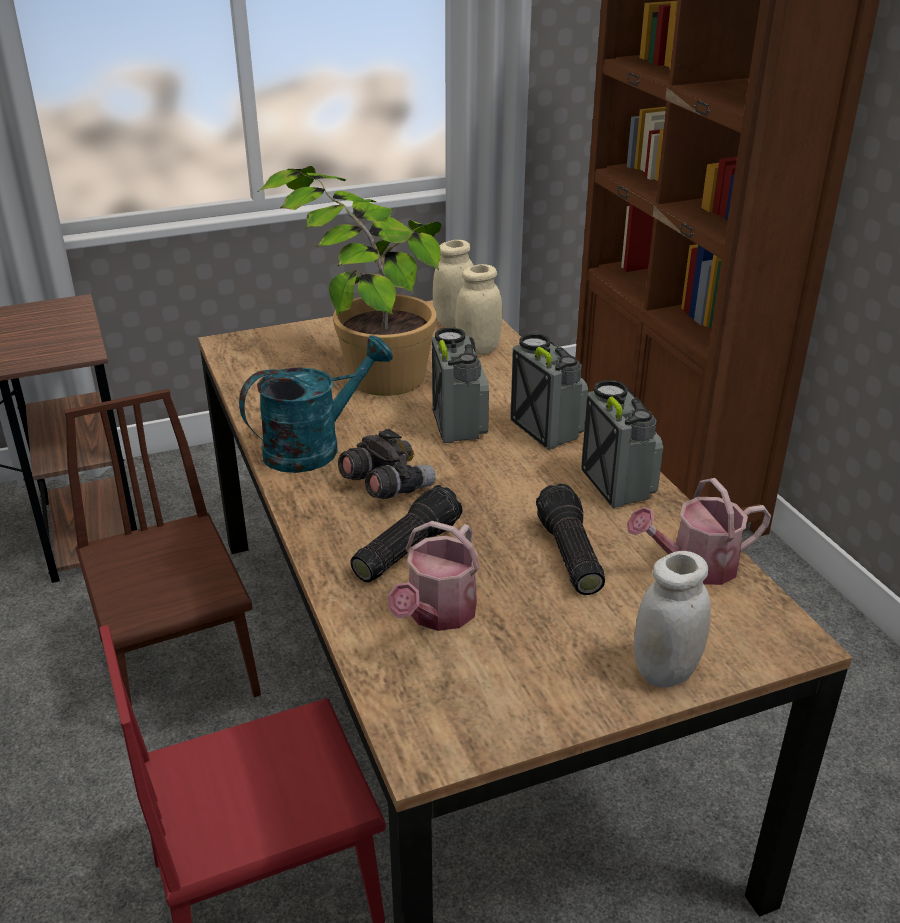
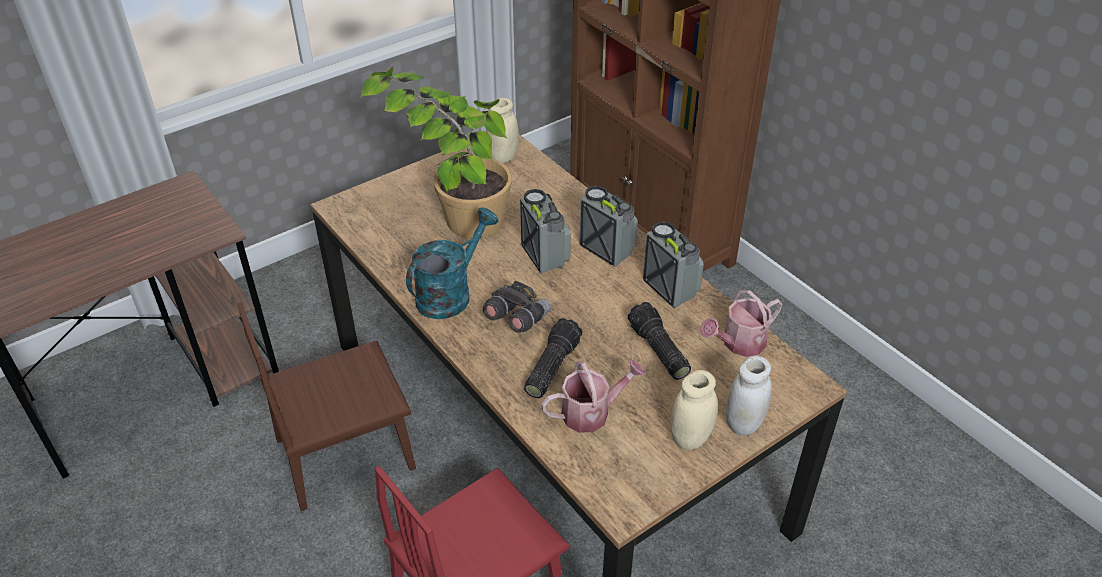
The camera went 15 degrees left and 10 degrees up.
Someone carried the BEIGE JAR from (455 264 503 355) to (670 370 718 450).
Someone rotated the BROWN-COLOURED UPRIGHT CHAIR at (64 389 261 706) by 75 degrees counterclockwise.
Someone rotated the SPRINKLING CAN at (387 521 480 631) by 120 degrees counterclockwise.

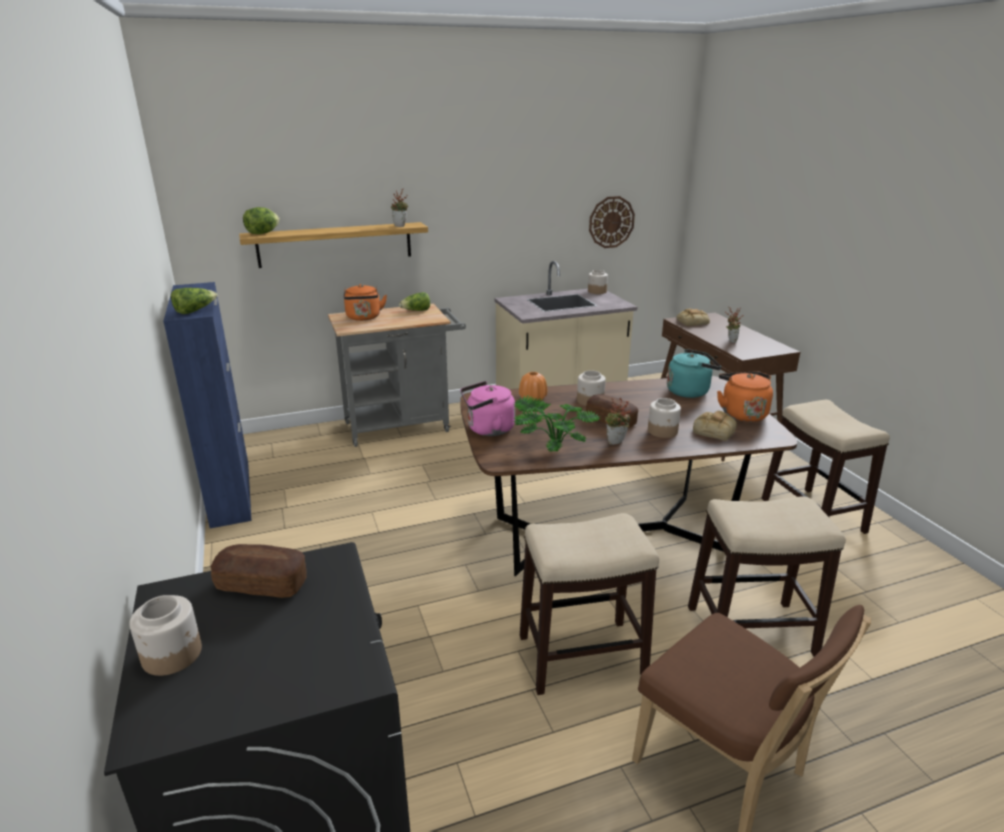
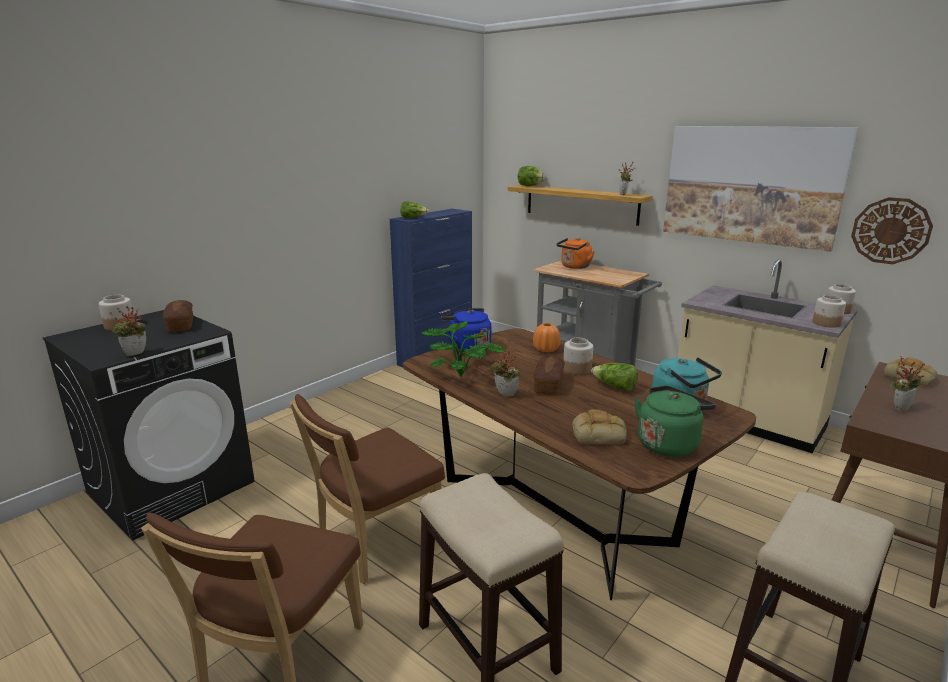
The camera went 60 degrees right and 5 degrees down.
Someone carried the LETTUCE HEAD from (399 292 430 311) to (591 363 638 391).
Someone repainted the ORANGEY TEA KETTLE at (717 372 773 422), which became the GREENISH TEA KETTLE at (634 386 716 457).
Someone repainted the PINK-COLOURED TEA KETTLE at (461 381 515 436), which became the BLUE-COLOURED TEA KETTLE at (441 308 491 354).
Someone carried the JAR from (648 398 681 438) to (812 295 846 328).
Someone swapped the STOOL SEAT at (520 513 659 695) for the BROWN-COLOURED UPRIGHT CHAIR at (290 394 445 584).
Someone put up the PICTURE at (663 126 859 252).
Someone put down the POTTED PLANT at (112 306 146 356).

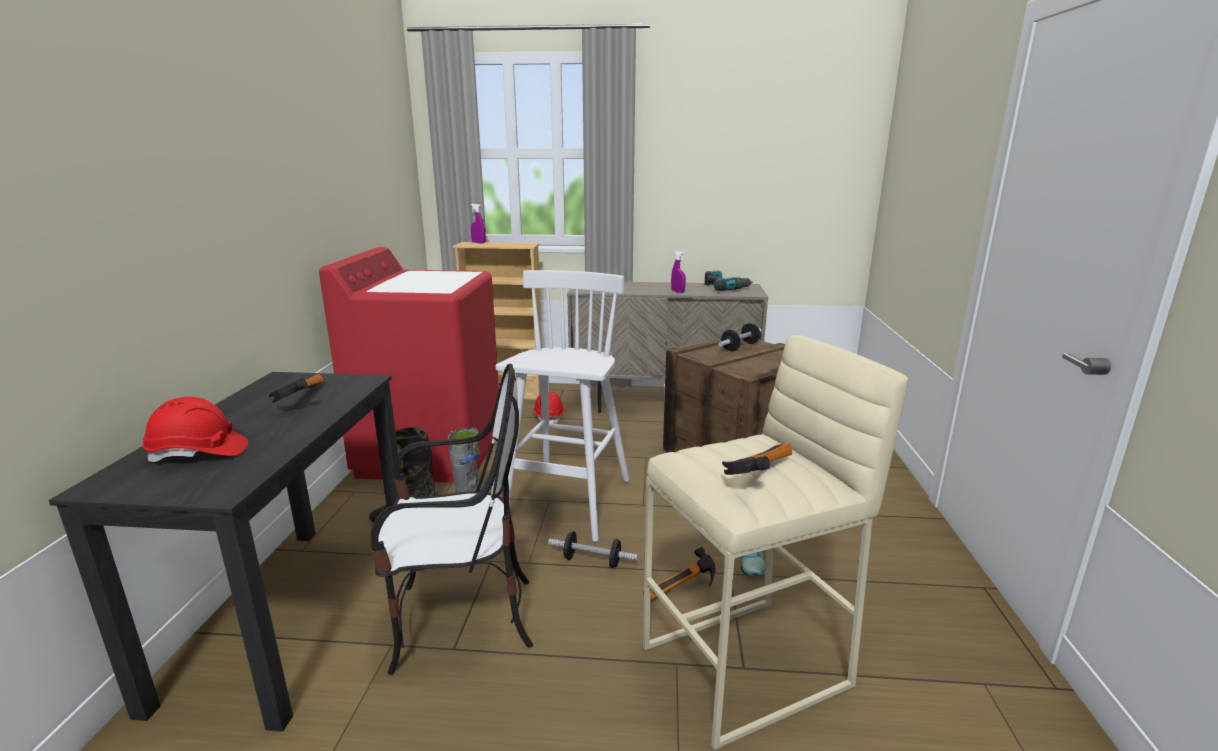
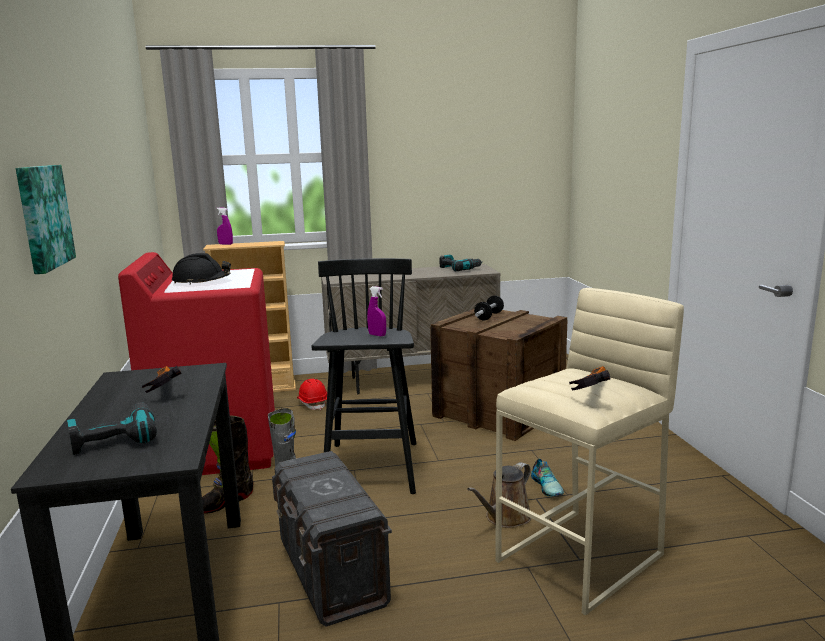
The camera went 15 degrees left and 5 degrees down.
Someone carried the PURPLISH HAND SPRAYER from (671 251 686 293) to (367 286 386 336).
Someone repainted the WHITE-COLOURED STOOL SEAT at (495 270 629 542), which became the BLACKISH STOOL SEAT at (312 258 416 494).
Someone swapped the UPRIGHT CHAIR at (371 364 533 675) for the GRAY STORAGE BOX at (272 451 392 627).
Someone swapped the RED-COLOURED HARD HAT at (142 397 248 462) for the ELECTRIC DRILL at (67 402 157 455).
Someone took away the FREE WEIGHT at (548 531 638 568).
Someone swapped the TOOL HAMMER at (643 547 716 602) for the BROWN-COLOURED SPRINKLING CAN at (467 462 532 528).
Someone put up the PICTURE at (16 165 76 274).
Someone put down the BLACKISH HARD HAT at (172 253 231 285).

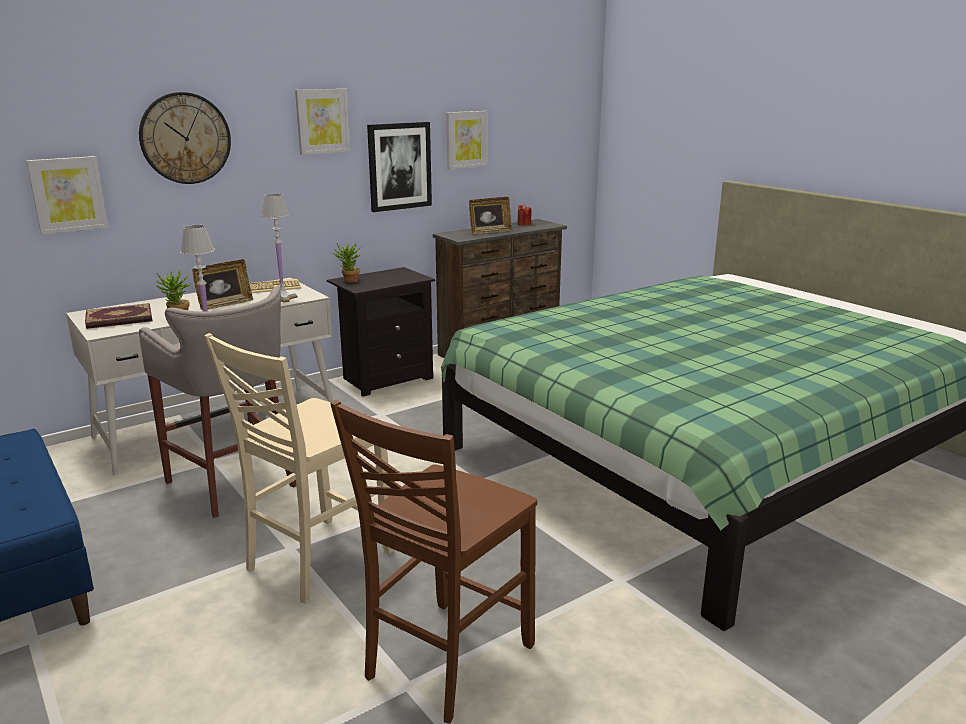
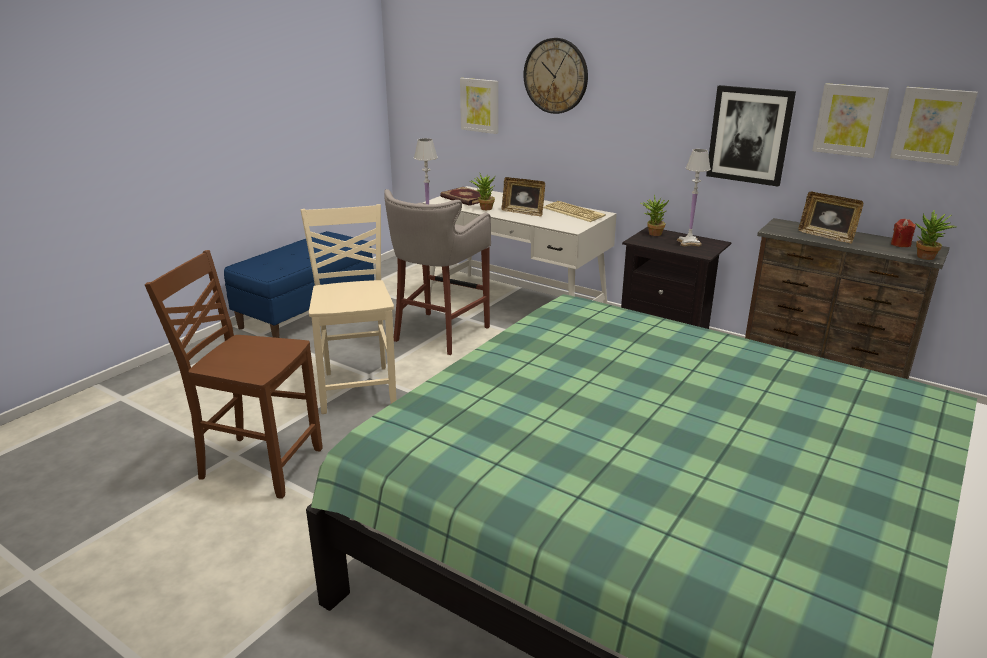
The camera went 70 degrees right and 5 degrees up.
Someone carried the PICTURE from (295 89 350 155) to (890 87 978 166).
Someone carried the WHITE-COLOURED TABLE LAMP from (261 194 298 303) to (677 149 711 246).
Someone rotated the BEIGE UPRIGHT CHAIR at (204 333 394 603) by 60 degrees clockwise.
Someone put down the POTTED PLANT at (916 210 956 260).

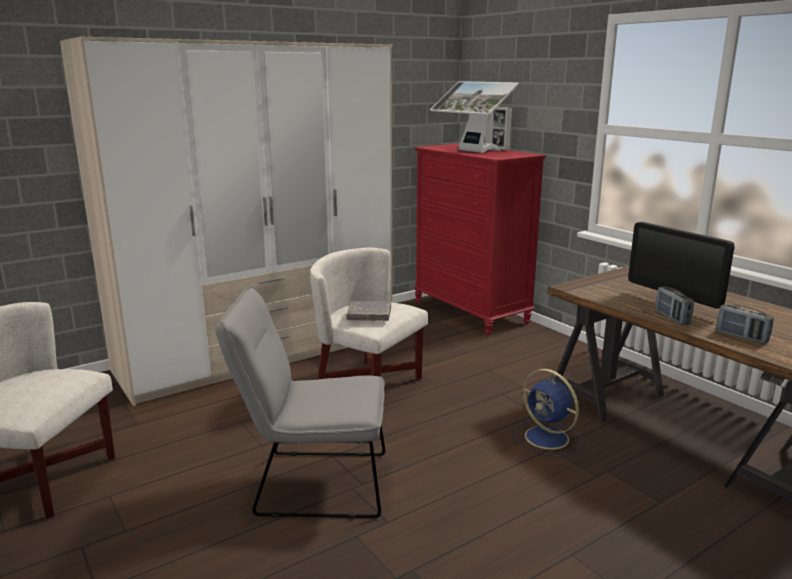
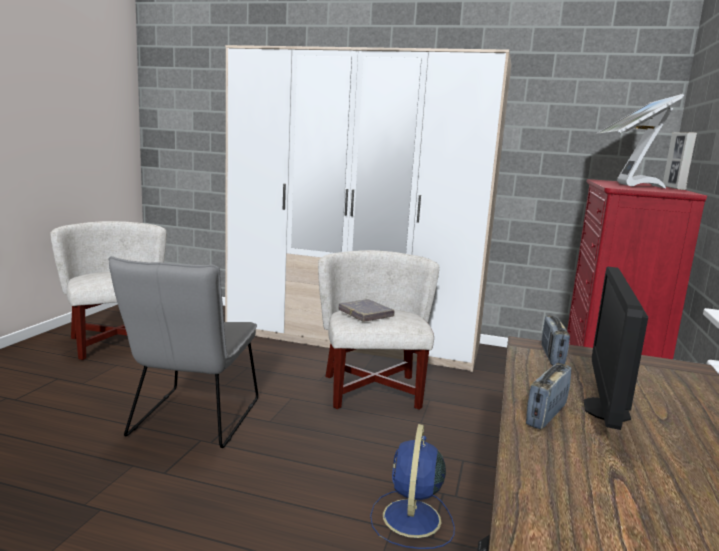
The camera went 50 degrees right and 5 degrees down.
Someone rotated the GRAY UPRIGHT CHAIR at (215 287 385 518) by 135 degrees counterclockwise.
Someone carried the RADIO SET from (716 304 774 344) to (541 316 570 365).

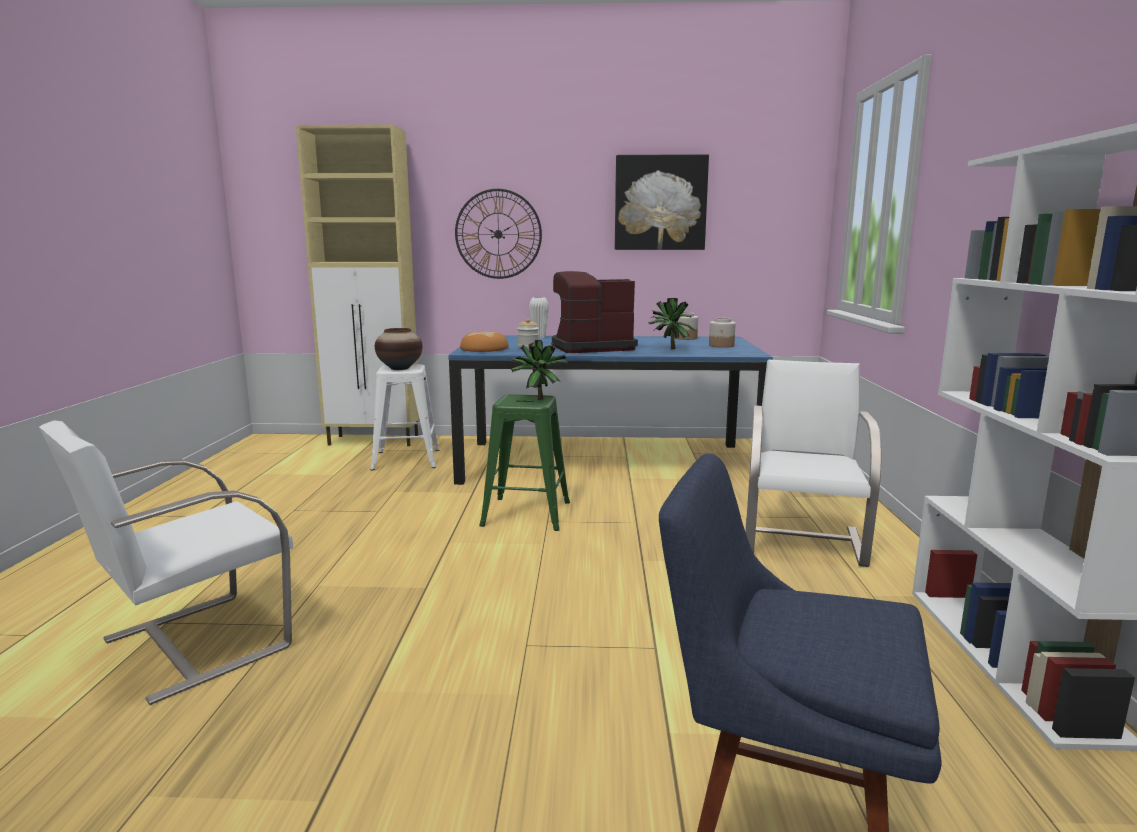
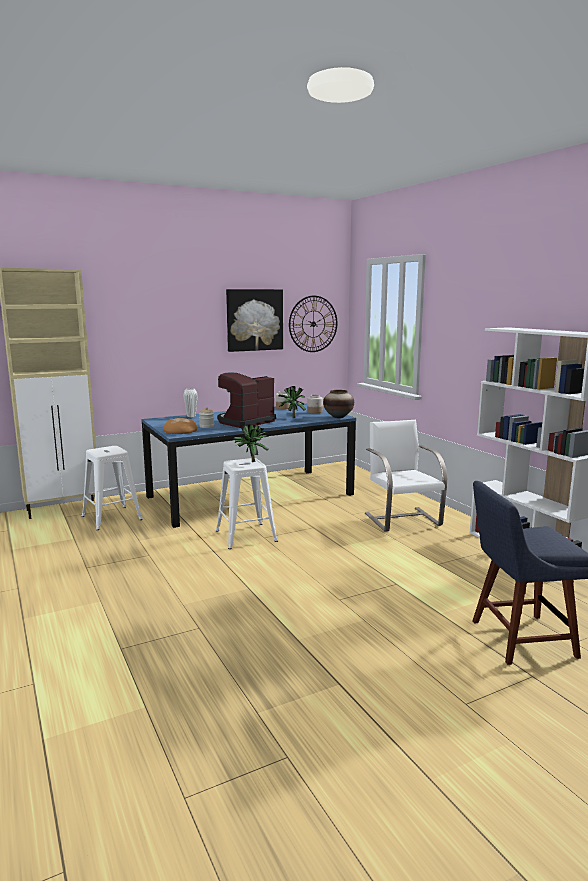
The camera went 30 degrees left and 0 degrees up.
Someone carried the HANGING CLOCK from (455 189 542 279) to (289 296 337 352).
Someone carried the VASE from (375 328 422 370) to (323 390 354 418).
Someone repainted the GREENISH STOOL SEAT at (479 394 570 531), which became the WHITE-COLOURED STOOL SEAT at (216 458 278 549).
Someone took away the WHITE-COLOURED UPRIGHT CHAIR at (39 420 293 705).

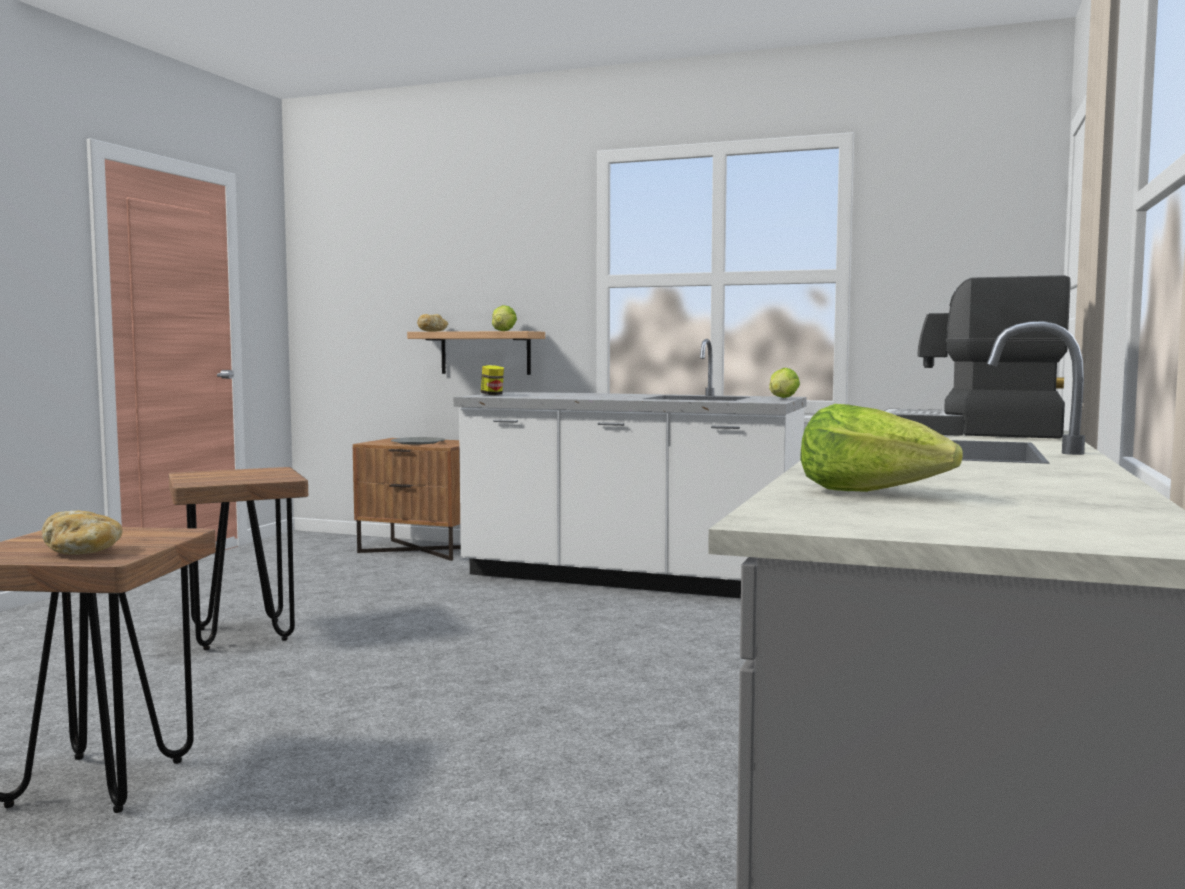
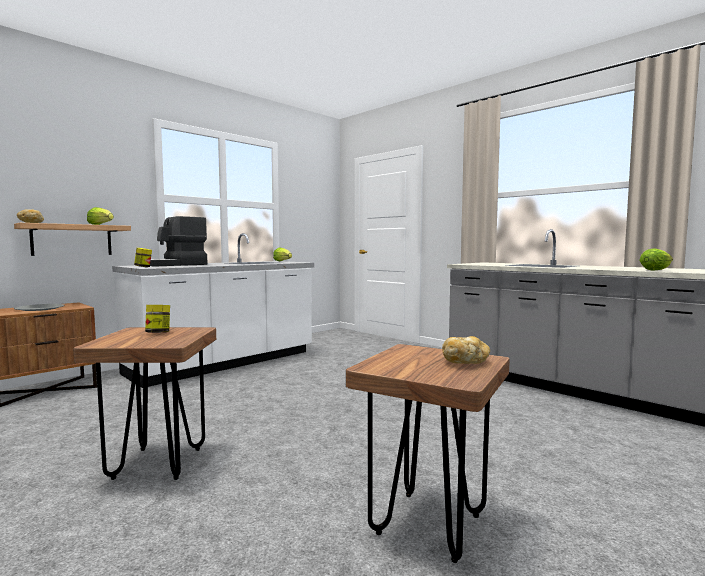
The camera went 65 degrees left and 0 degrees up.
Someone carried the COFFEE MAKER from (885 275 1071 439) to (150 216 207 267).
Someone put down the JAR at (145 305 170 333).

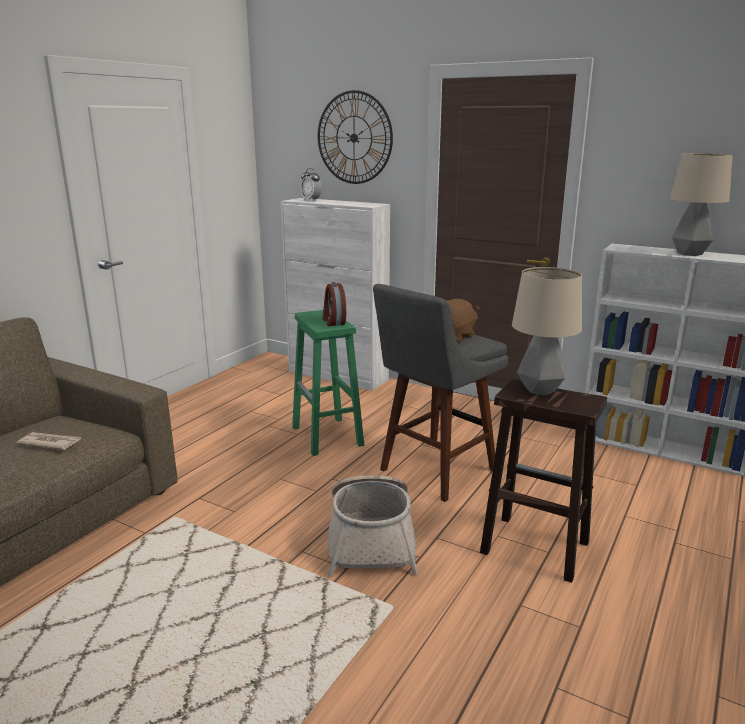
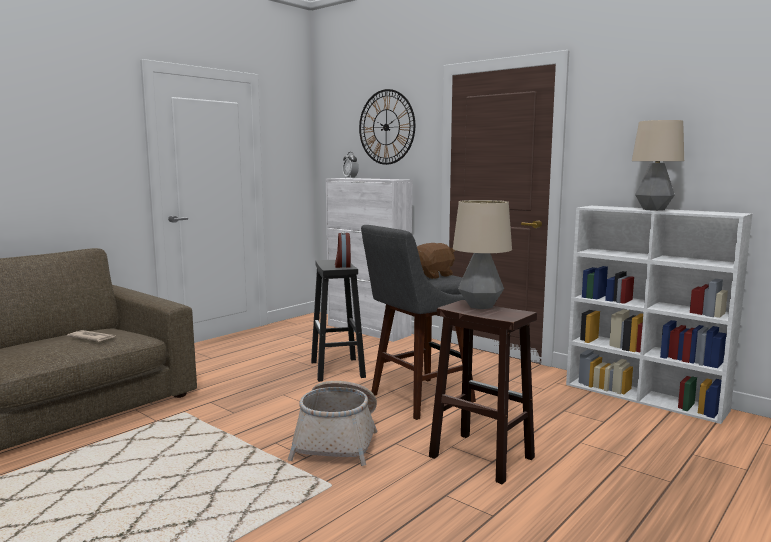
The camera went 10 degrees right and 10 degrees down.
Someone repainted the GREENISH STOOL SEAT at (292 310 364 456), which became the BLACKISH STOOL SEAT at (311 260 366 382).

